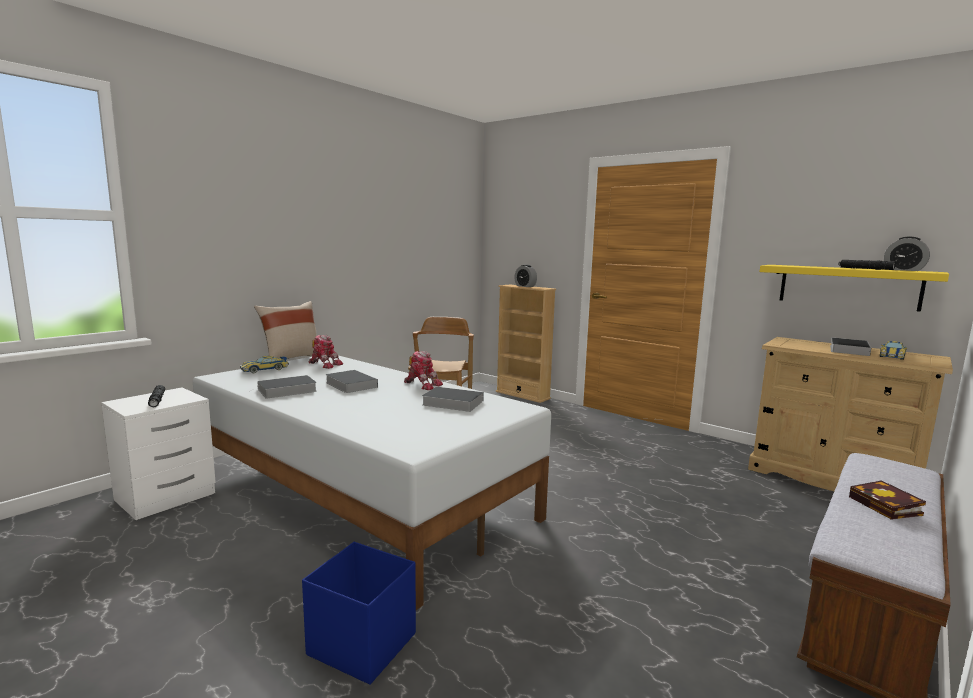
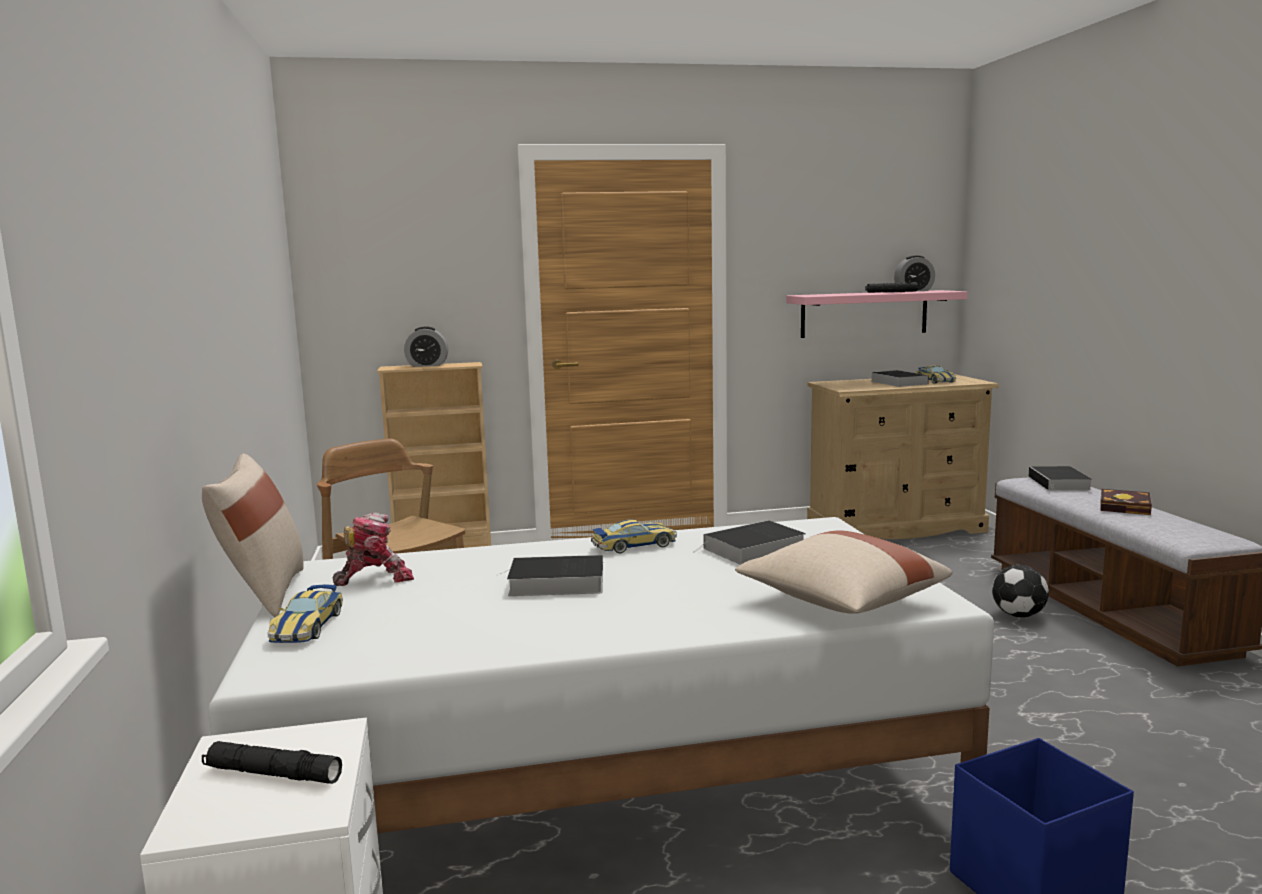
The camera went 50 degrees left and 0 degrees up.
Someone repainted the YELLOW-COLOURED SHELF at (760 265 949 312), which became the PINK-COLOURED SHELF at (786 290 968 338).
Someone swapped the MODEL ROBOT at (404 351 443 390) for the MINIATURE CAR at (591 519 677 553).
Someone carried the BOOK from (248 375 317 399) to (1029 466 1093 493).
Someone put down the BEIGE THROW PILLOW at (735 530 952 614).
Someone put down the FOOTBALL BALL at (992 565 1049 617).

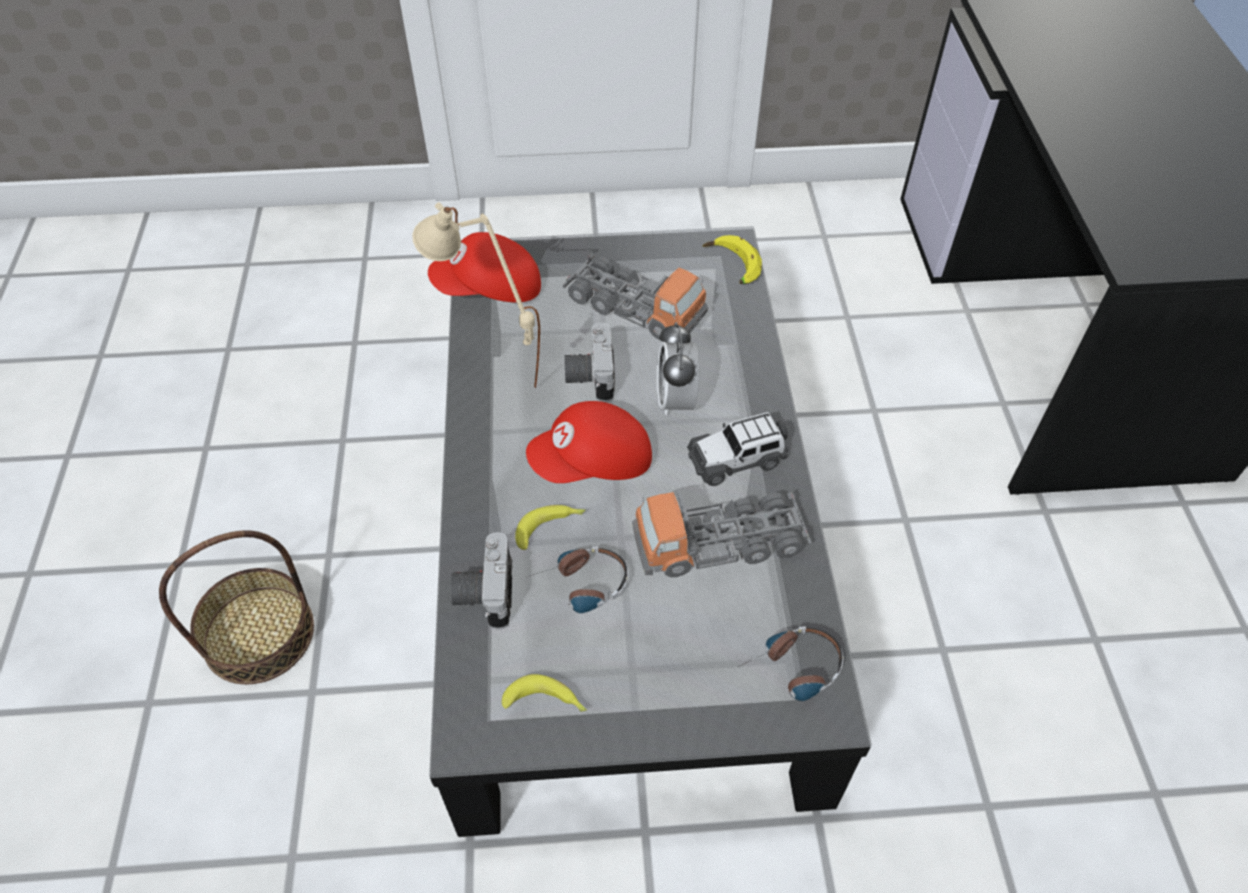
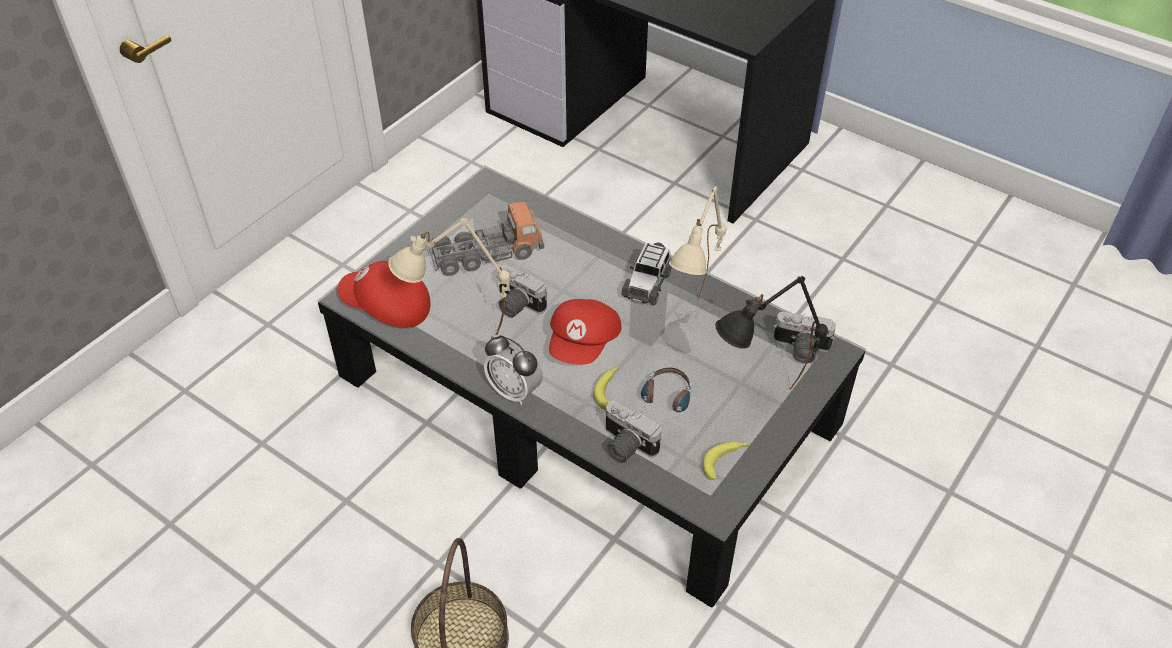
The camera went 50 degrees left and 5 degrees down.
Someone rotated the RED-COLOURED CAP at (428 232 541 302) by 75 degrees clockwise.
Someone took away the BANANA at (703 235 762 284).
Someone carried the ALARM CLOCK from (657 322 699 417) to (484 335 543 405).
Someone swapped the TOY TRUCK at (632 489 812 577) for the BEIGE TABLE LAMP at (669 186 727 299).
Someone swapped the HEADPHONES at (738 626 844 701) for the PHOTO CAMERA at (774 312 836 363).
Someone put down the BLACKISH TABLE LAMP at (715 276 828 390).

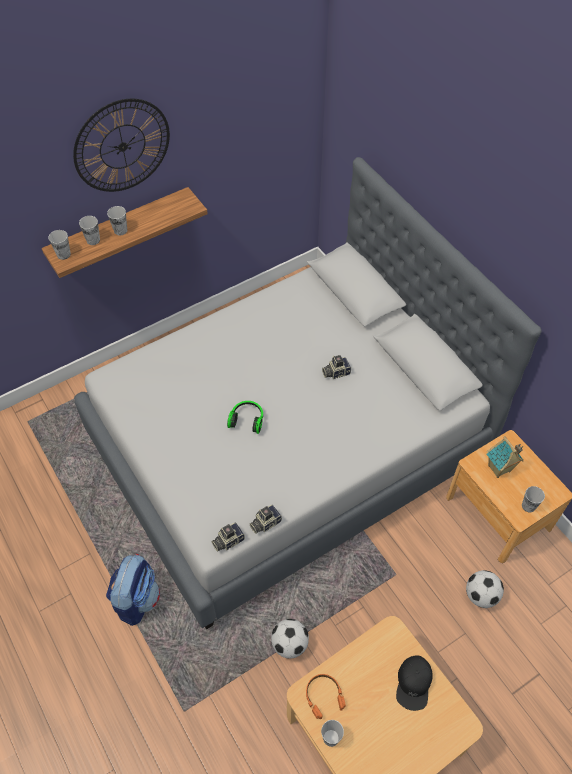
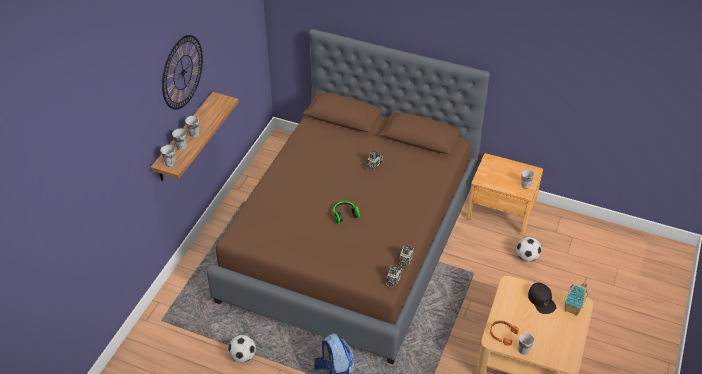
The camera went 35 degrees left and 10 degrees down.
Someone repainted the GRAY SLEEPING BED at (74 157 542 629), which became the BROWN-COLOURED SLEEPING BED at (207 29 490 364).
Someone carried the TOY HOUSE from (487 436 524 478) to (564 283 589 316).
Someone carried the FOOTBALL BALL from (271 619 309 659) to (228 335 256 362).

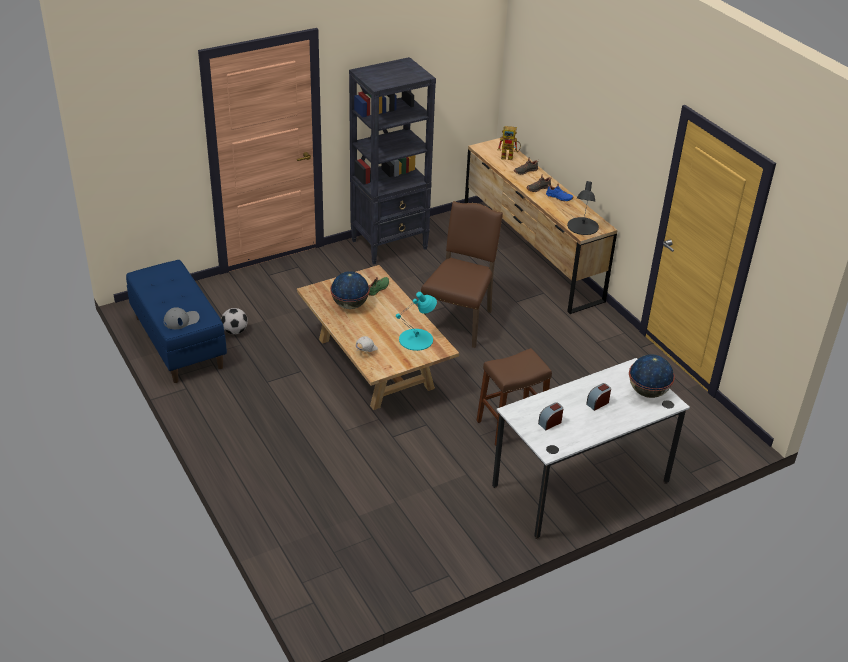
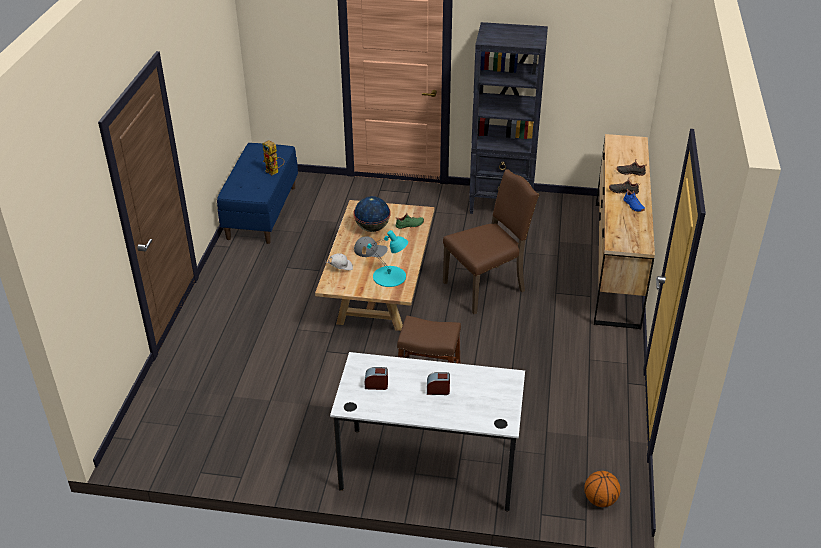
The camera went 40 degrees right and 0 degrees up.
Someone carried the MODEL ROBOT from (498 126 521 160) to (263 140 285 175).
Someone took away the BLACKISH TABLE LAMP at (567 181 599 235).
Someone carried the GRAY CAP from (164 307 199 329) to (354 236 388 257).
Someone took away the FOOTBALL BALL at (221 308 248 334).
Someone took away the WORLD GLOBE at (629 354 675 398).
Someone put down the BASKETBALL at (584 471 620 507).

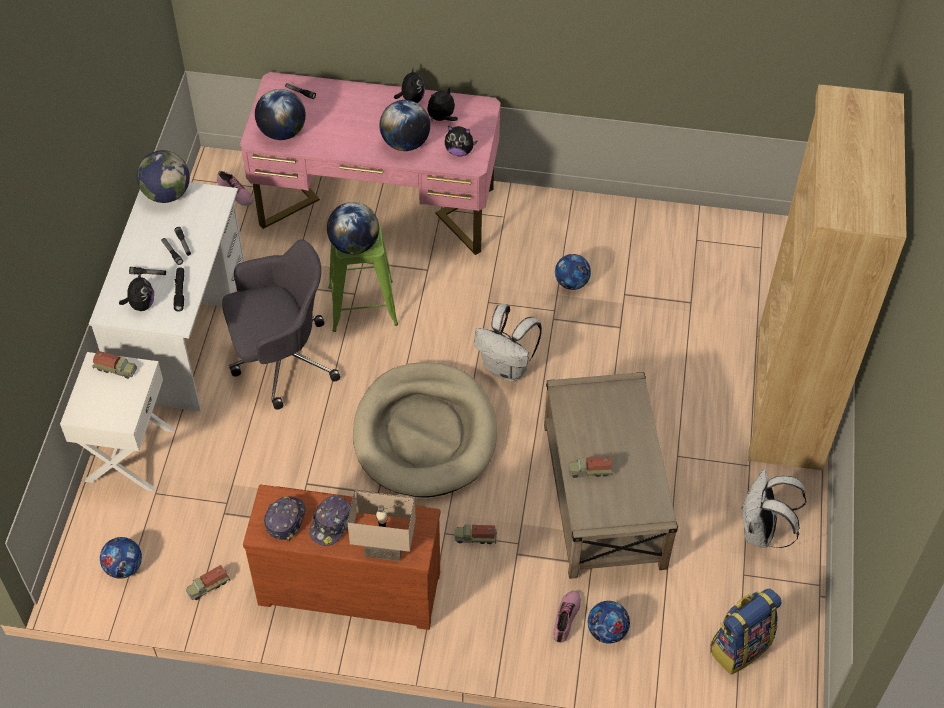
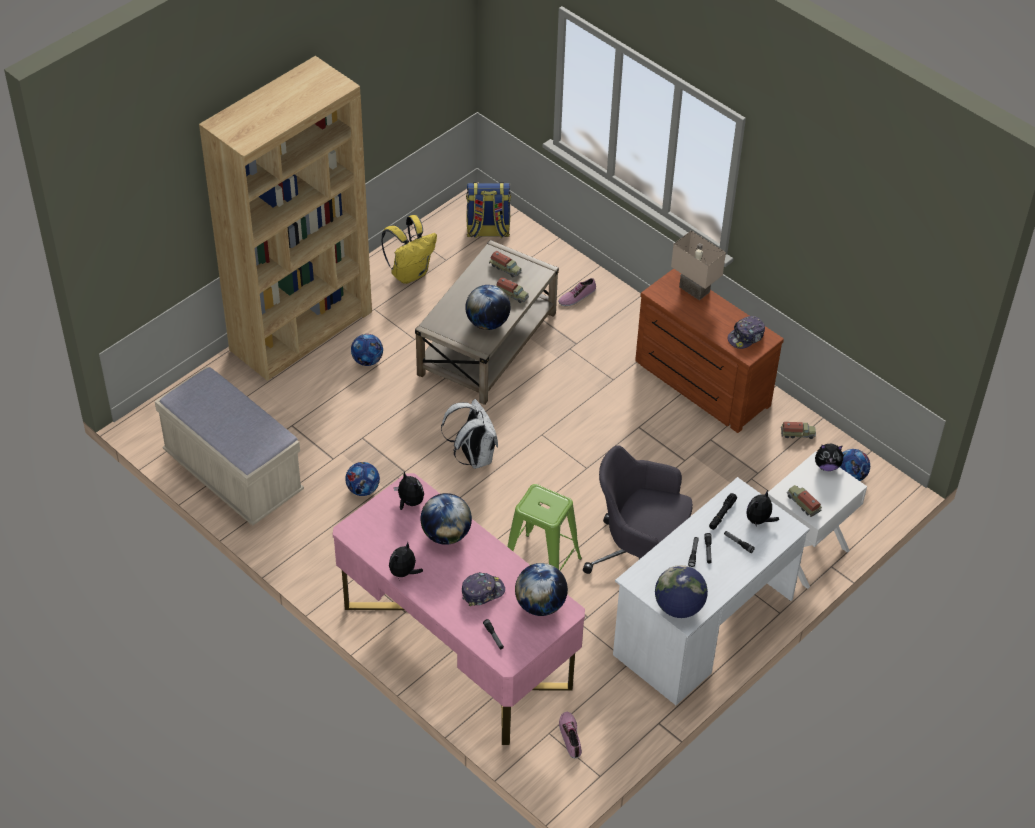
The camera went 145 degrees left and 5 degrees down.
Someone carried the SOFT TOY from (427 86 458 121) to (815 444 845 471).
Someone carried the WORLD GLOBE from (327 202 379 255) to (465 285 510 330).
Someone took away the BEIGE DOG CUSHION at (353 362 497 497).
Someone repainted the WHITE-COLOURED RUCKSACK at (743 469 806 548), which became the YELLOW-COLOURED RUCKSACK at (381 215 437 284).
Someone carried the CAP from (309 495 351 546) to (462 572 505 606).
Someone carried the TOY TRUCK from (454 525 497 544) to (489 251 522 278).
Someone carried the FOOTBALL BALL from (588 601 630 643) to (351 334 383 366).
Someone put down the BEIGE LONG SEAT at (155 367 304 525).

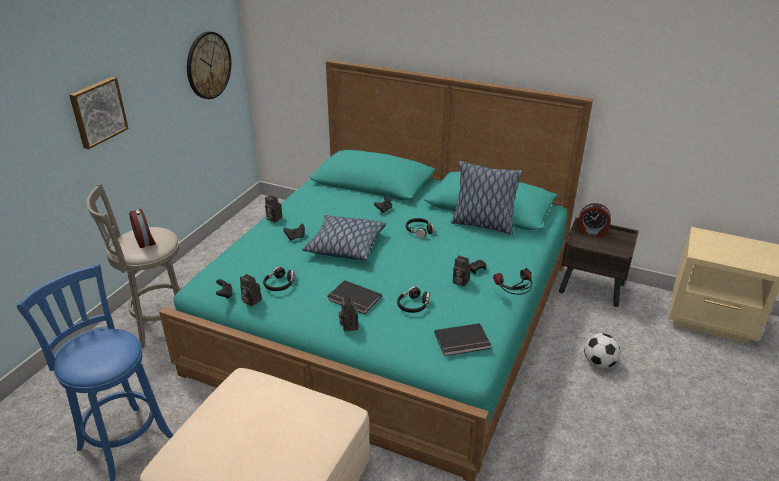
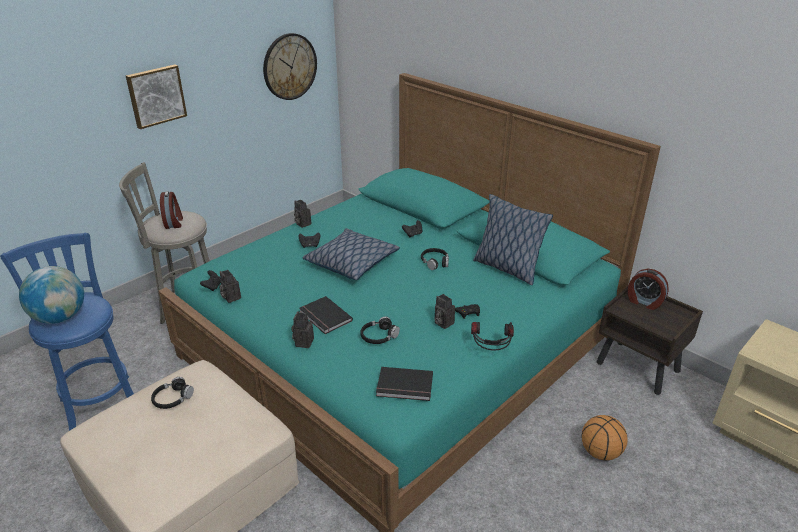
The camera went 20 degrees right and 0 degrees up.
Someone carried the BLACKISH HEADPHONES from (263 266 295 291) to (151 377 194 409).
Someone swapped the FOOTBALL BALL at (584 333 621 368) for the BASKETBALL at (582 415 628 461).
Someone put down the WORLD GLOBE at (19 266 84 324).

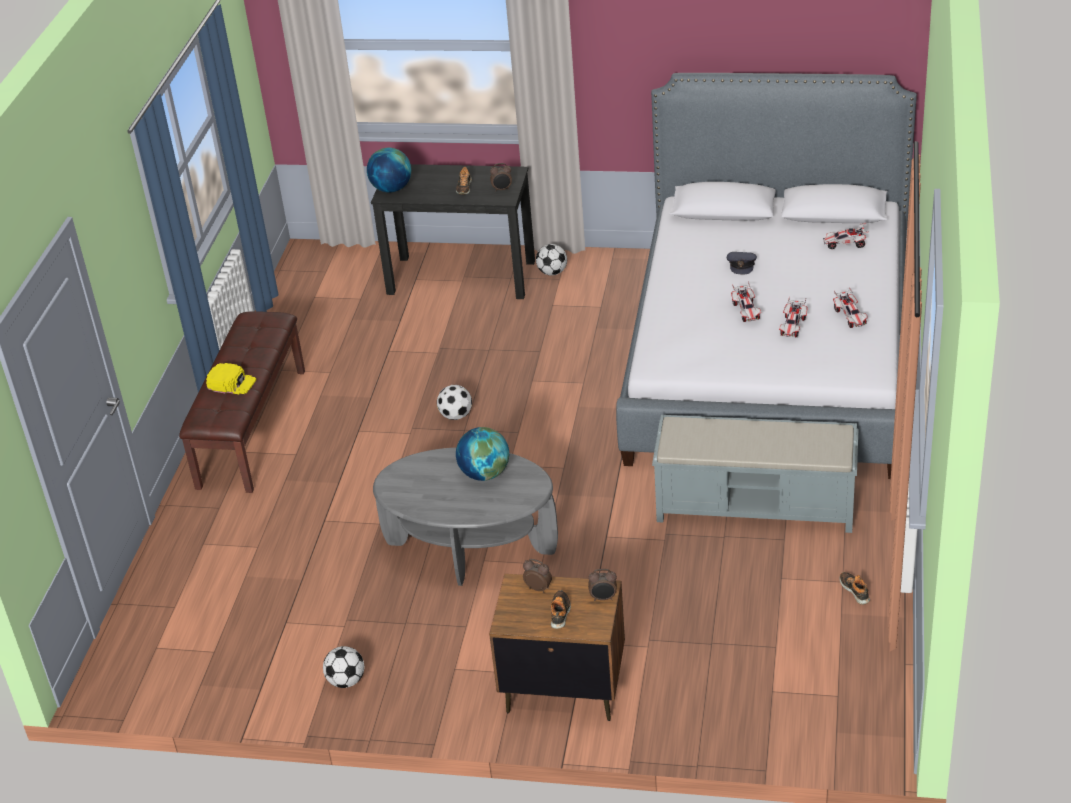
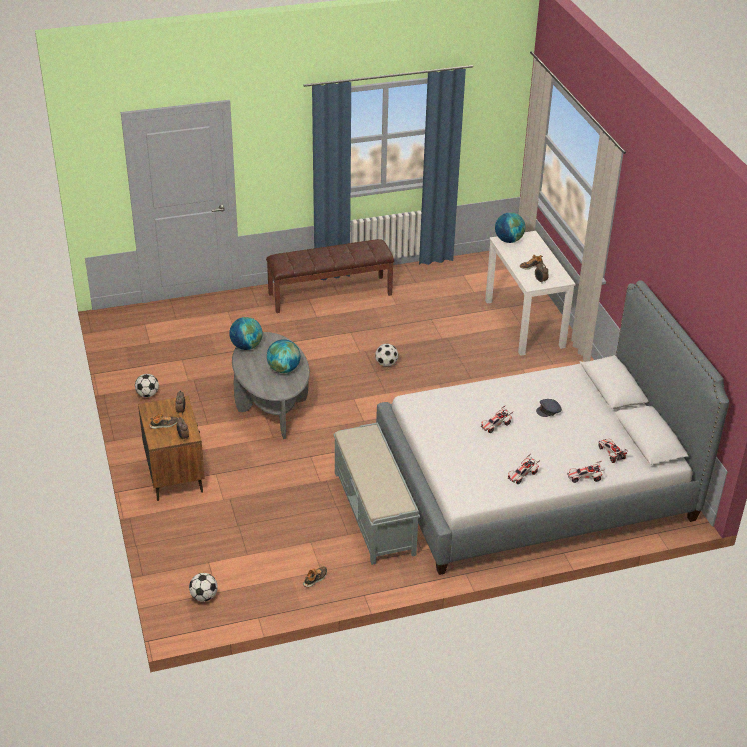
The camera went 60 degrees right and 0 degrees up.
Someone repainted the BLACKISH DESK TABLE at (371 164 535 299), which became the WHITE-COLOURED DESK TABLE at (485 231 576 356).
Someone carried the FOOTBALL BALL from (536 244 567 276) to (189 573 218 602).
Someone carried the MINIATURE CAR from (779 296 808 337) to (567 461 605 483).
Someone took away the YELLOW-COLOURED CAP at (206 363 256 394).
Someone put down the WORLD GLOBE at (229 317 263 350).

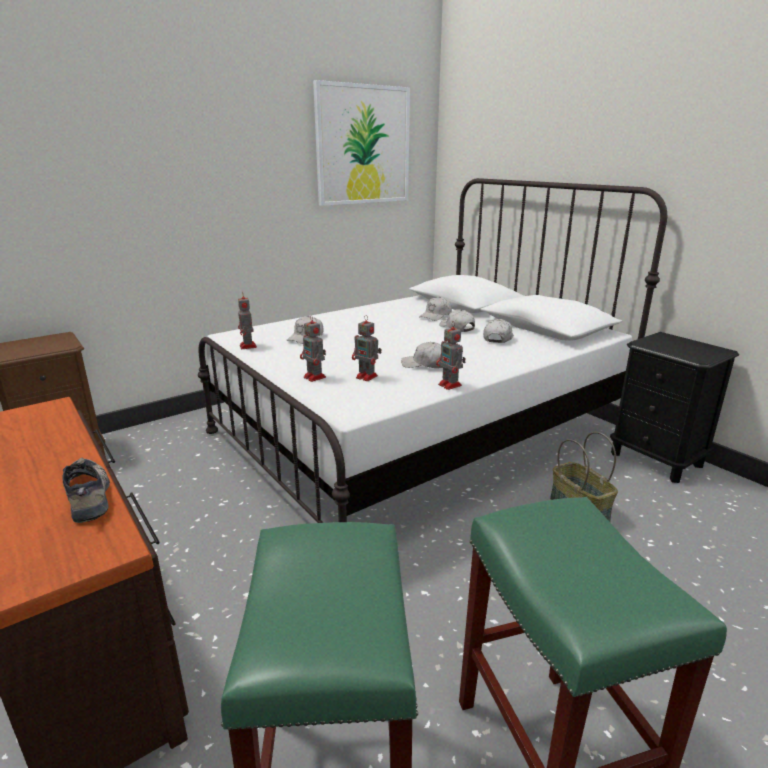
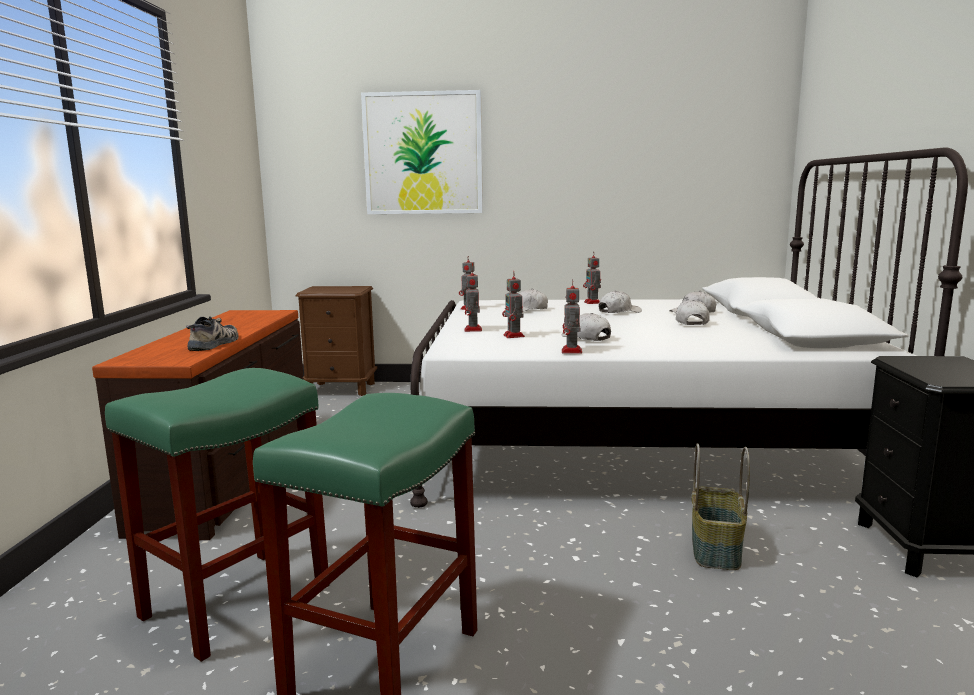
The camera went 40 degrees right and 10 degrees down.
Someone carried the PICTURE from (313 80 410 206) to (361 90 483 214).
Someone carried the WHITE-COLOURED CAP from (483 319 514 343) to (599 291 642 313).
Someone put down the MODEL ROBOT at (583 251 601 304).

